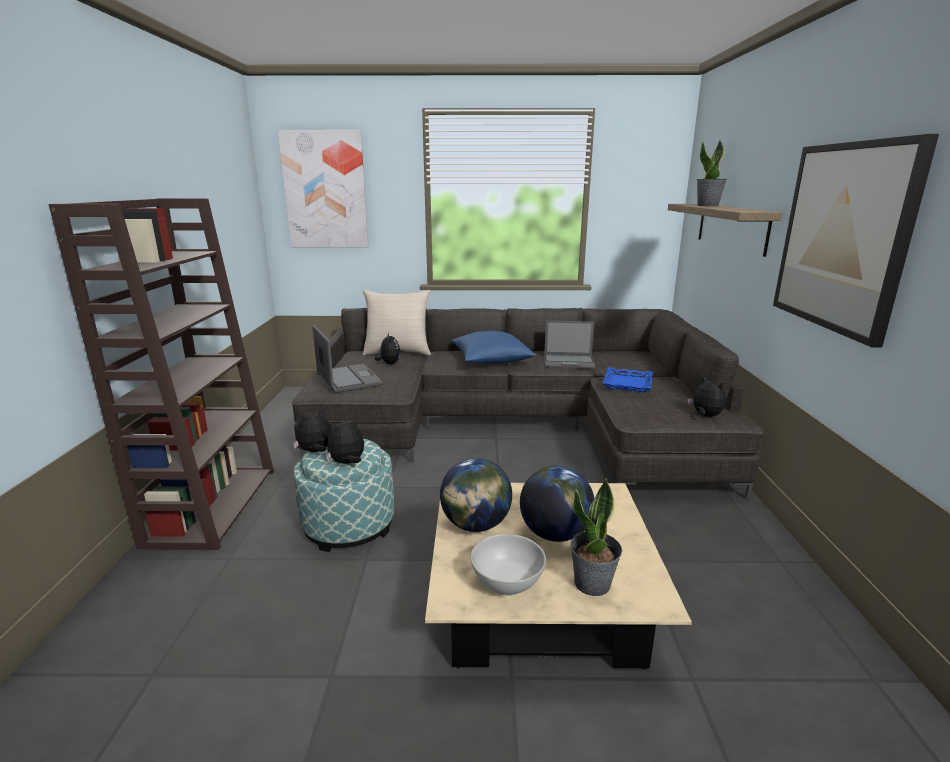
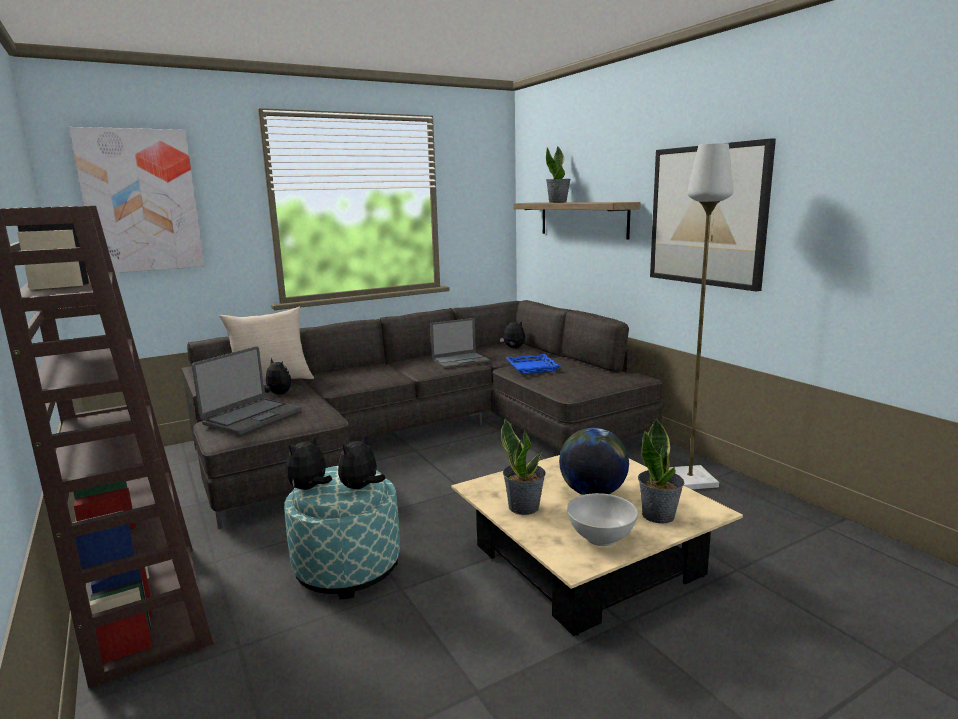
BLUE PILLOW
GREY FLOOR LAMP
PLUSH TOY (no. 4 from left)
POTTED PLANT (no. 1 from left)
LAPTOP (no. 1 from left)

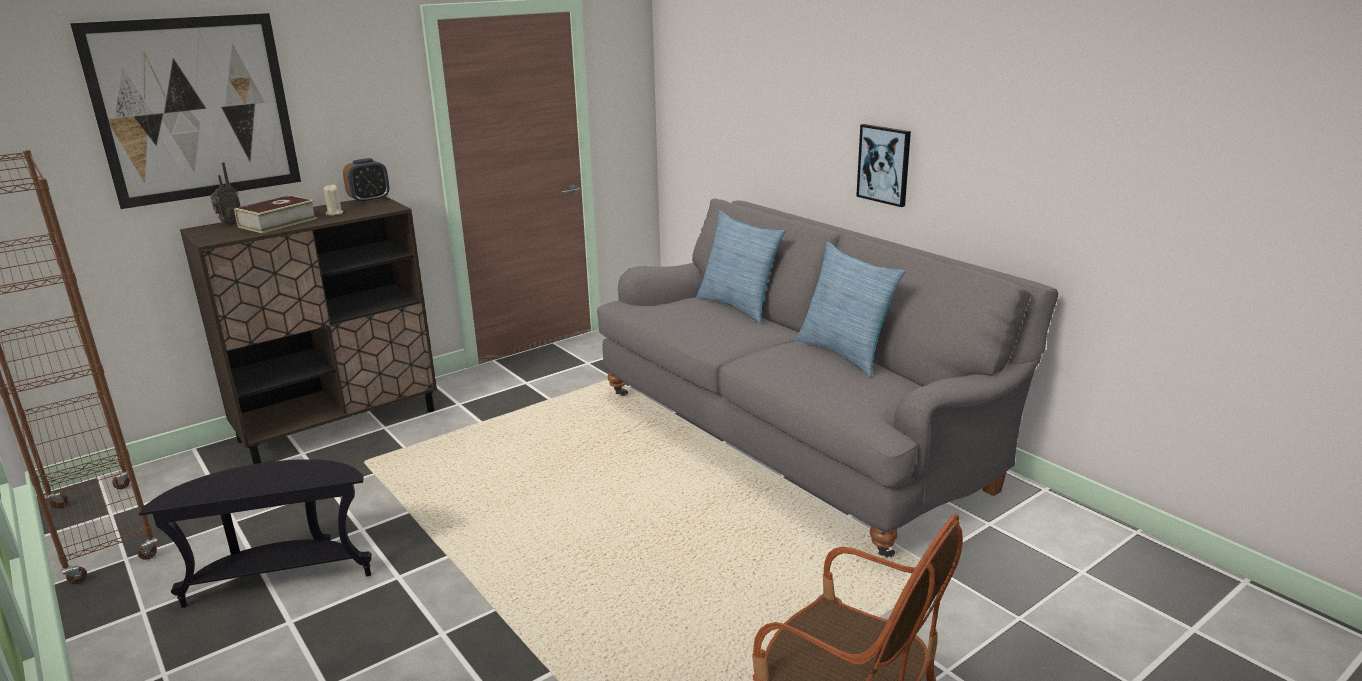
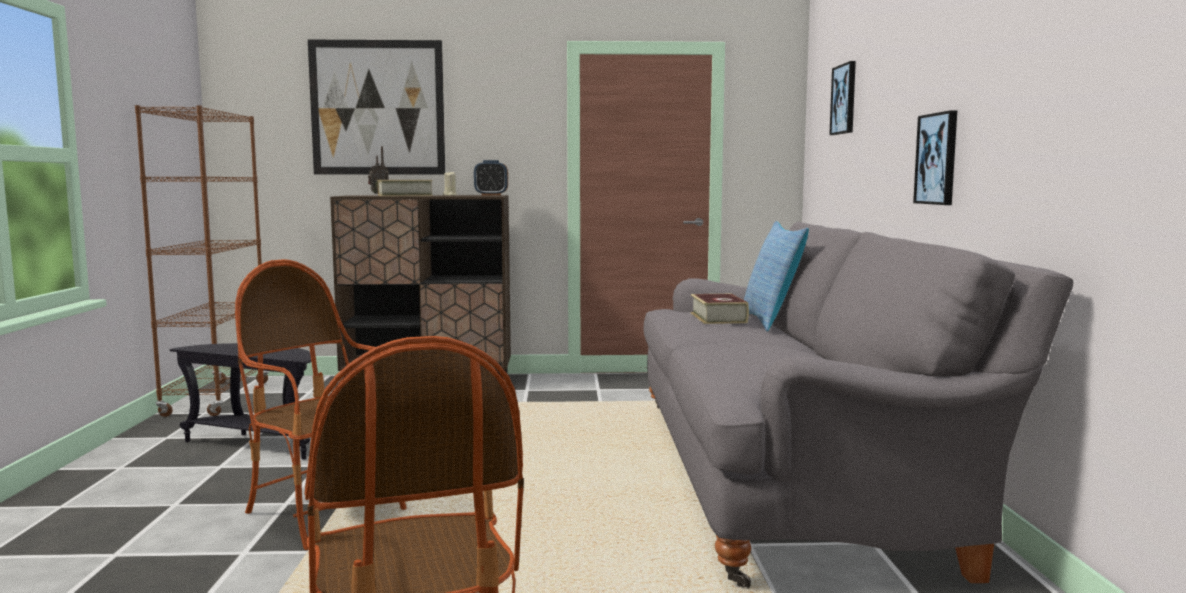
PILLOW (no. 2 from left in the first image)
ARMCHAIR (no. 1 from left)
BOOK (no. 2 from left)
PICTURE (no. 2 from left)

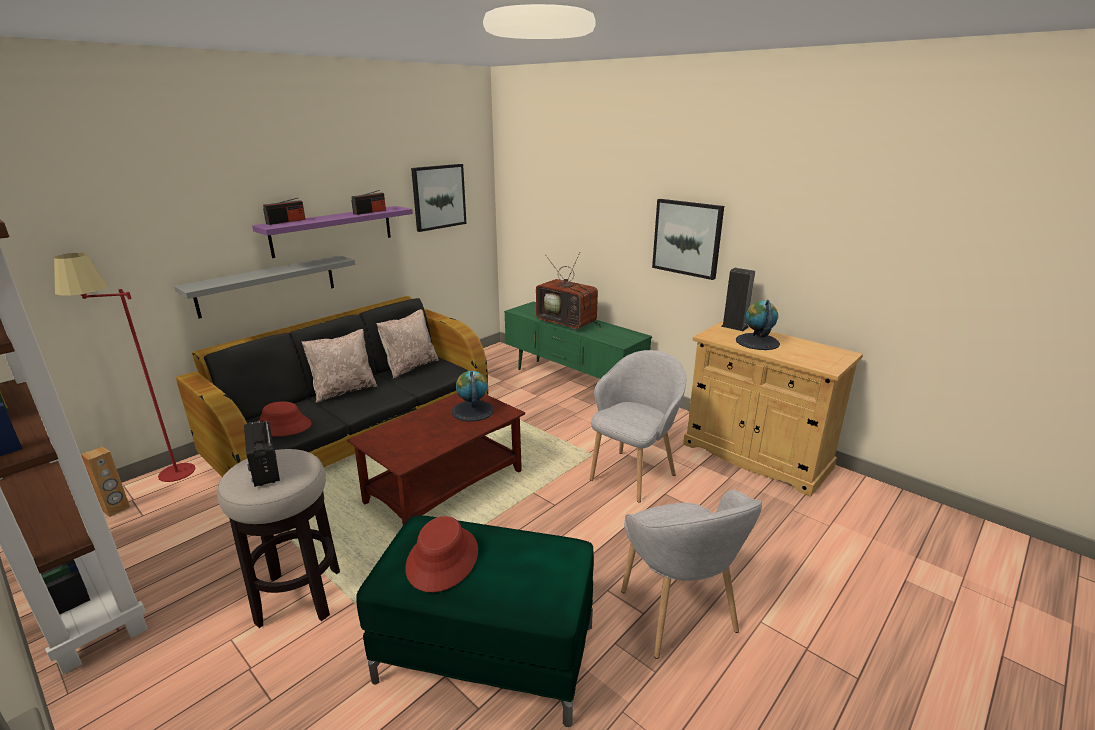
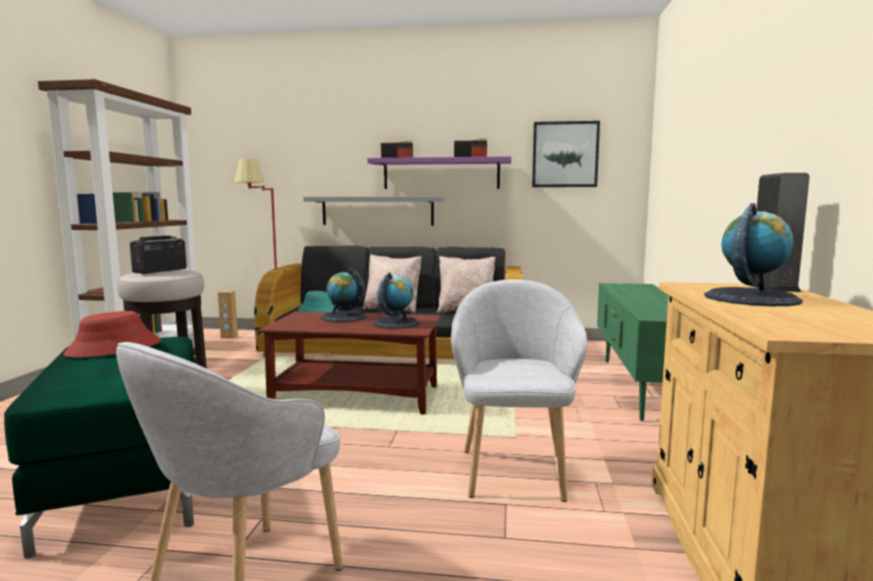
TELEVISION
PICTURE (no. 2 from left in the first image)
GLOBE (no. 1 from left)
TURQUOISE HAT
GREY ARMCHAIR (no. 2 from left)

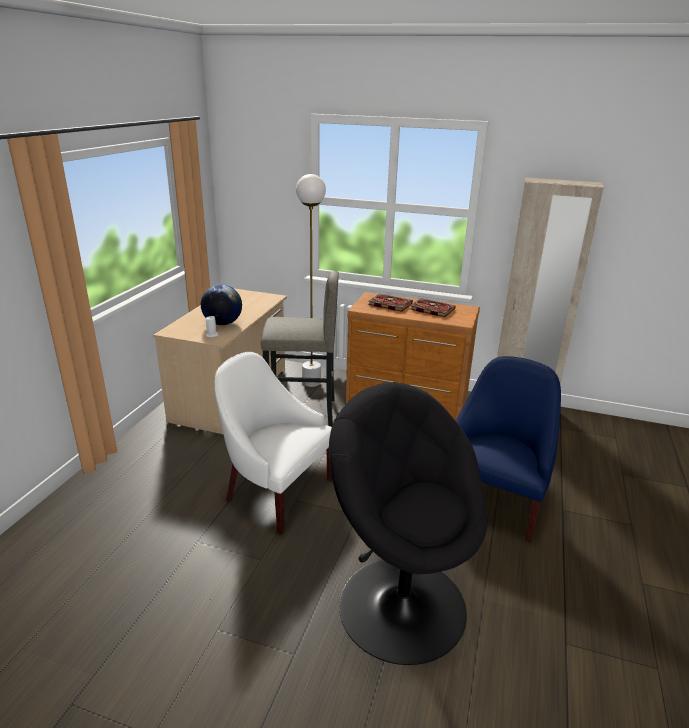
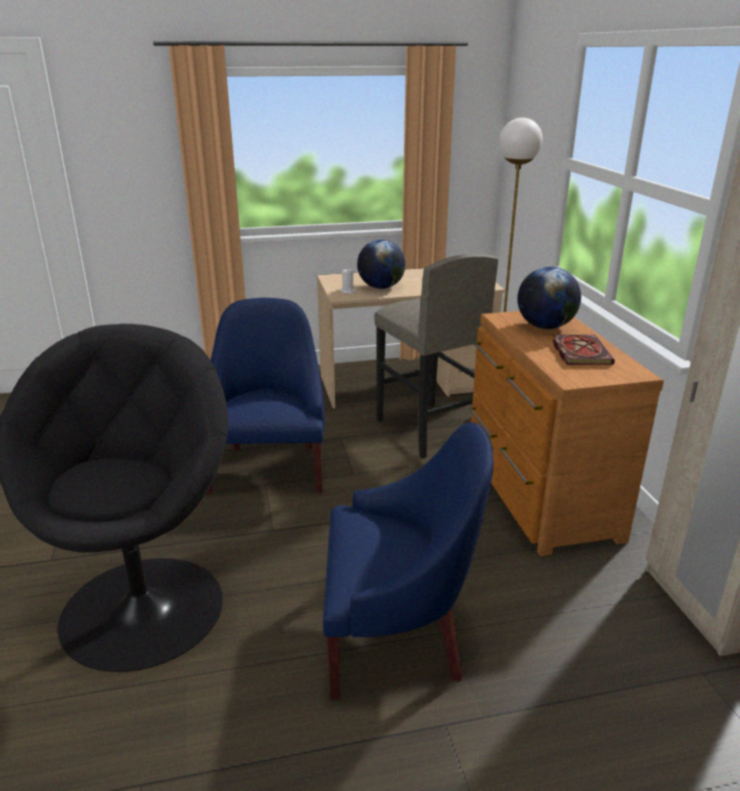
GLOBE (no. 2 from left)
BLUE ARMCHAIR (no. 1 from left)

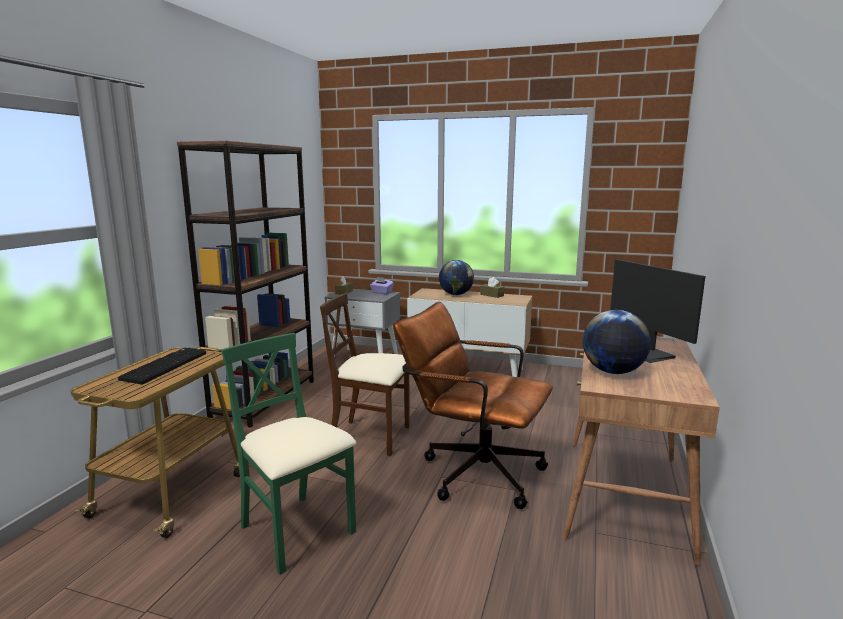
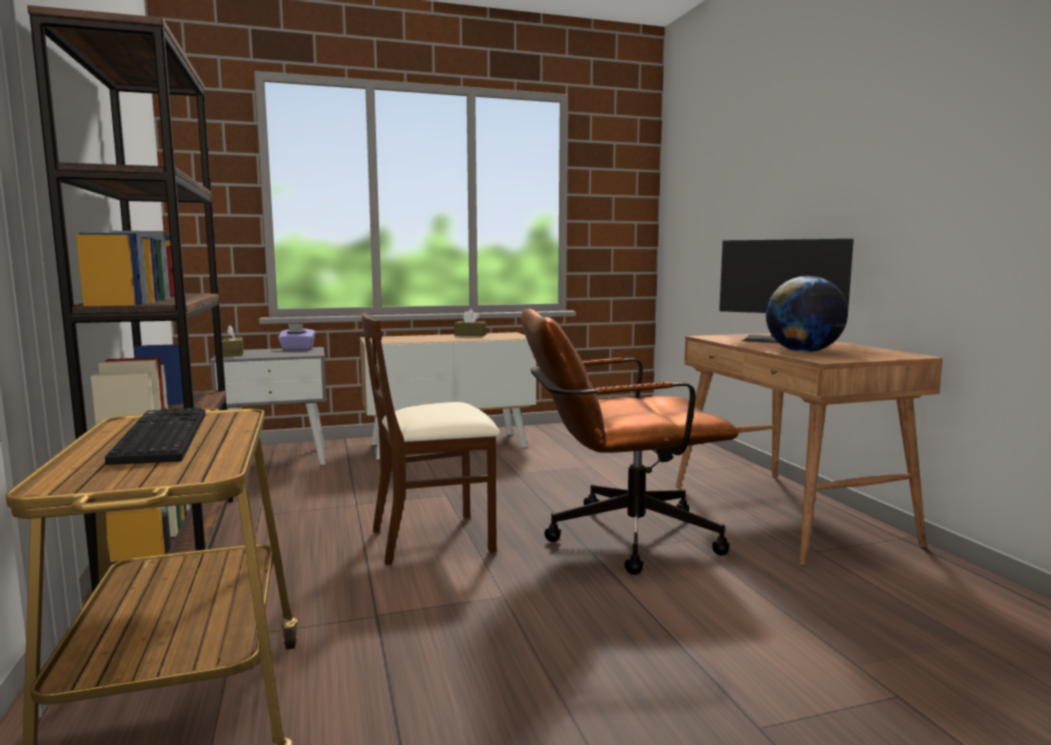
GREEN CHAIR
GLOBE (no. 1 from left in the first image)

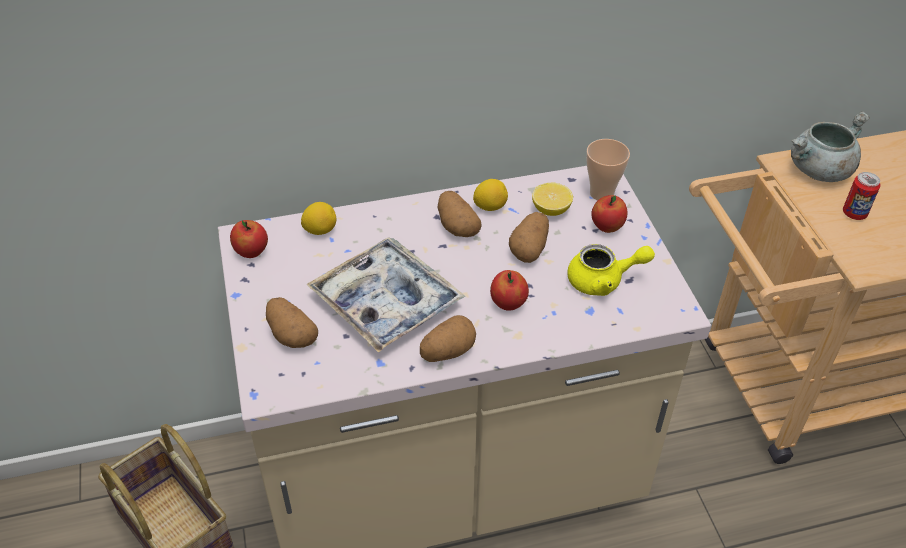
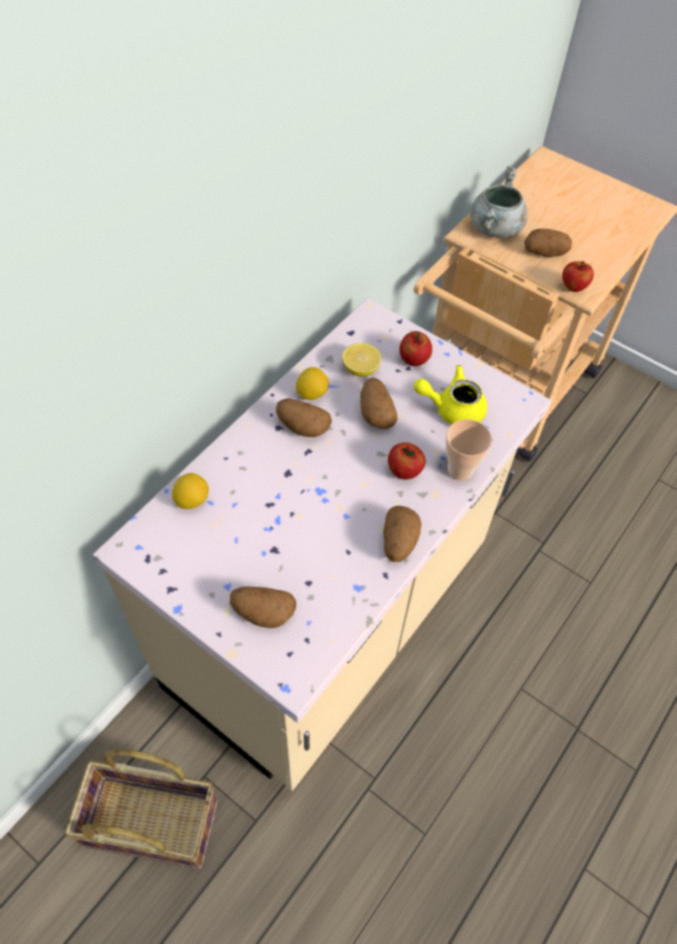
TRAY
APPLE (no. 3 from left)
CUP
POTATO (no. 5 from left)
YELLOW TEAPOT

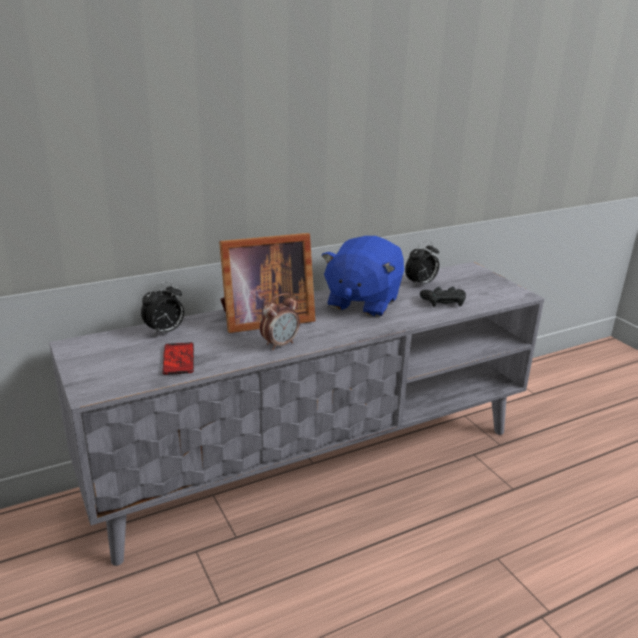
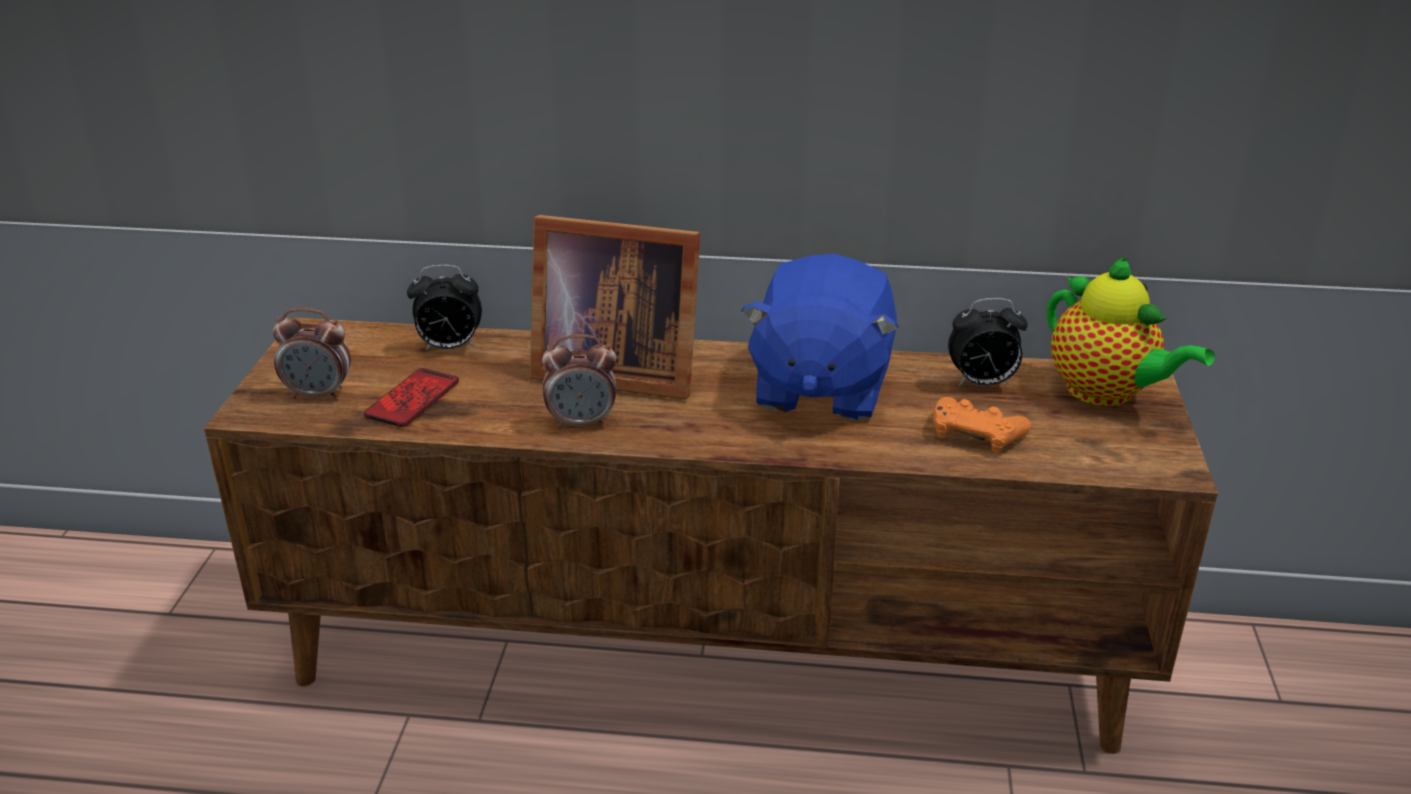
ALARM CLOCK (no. 1 from left)
TEAPOT
BROWN TV STAND
ORANGE GAME CONTROLLER
BLUE PLUSH TOY

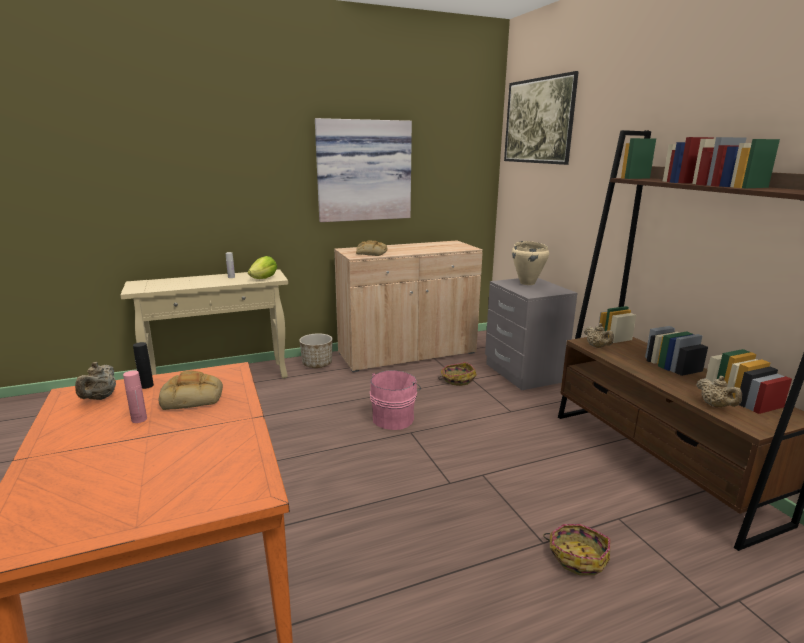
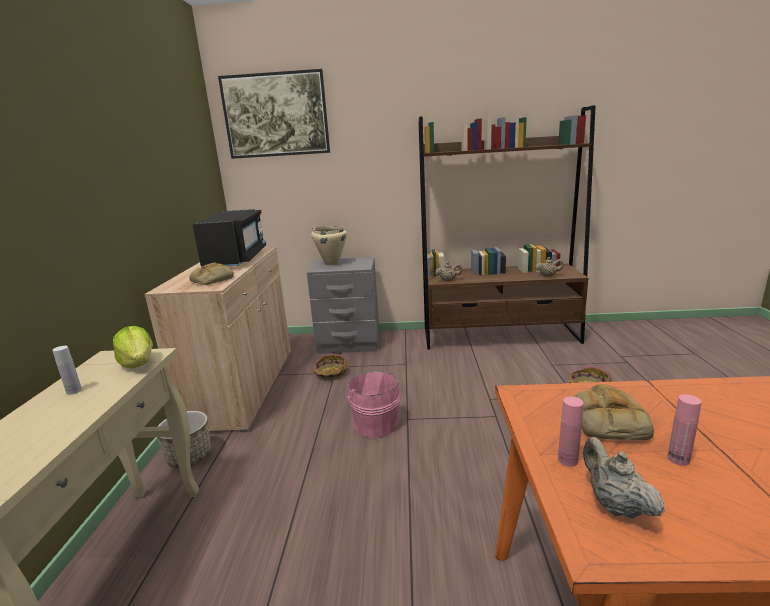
PICTURE (no. 1 from left in the first image)
BLACK MICROWAVE
PINK BOTTLE (no. 1 from left)
BEIGE TEAPOT (no. 3 from left)

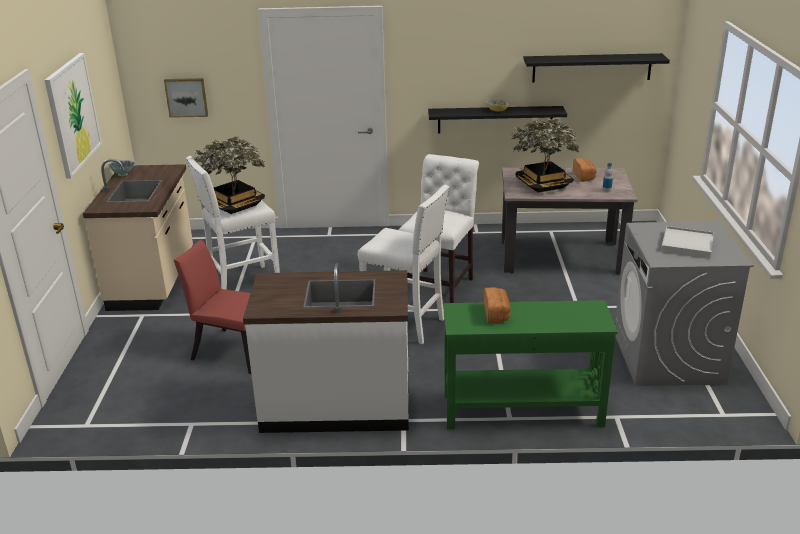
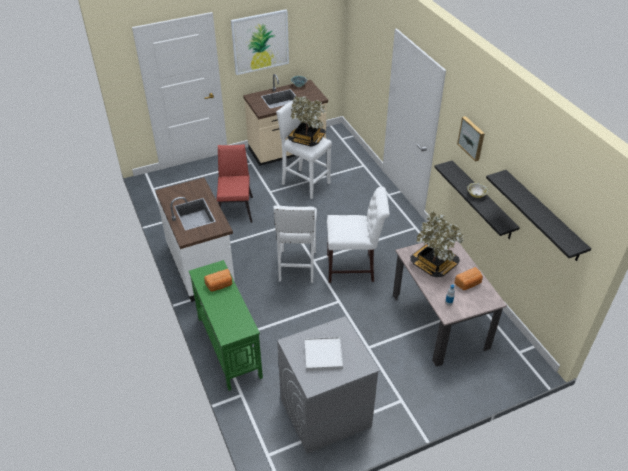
PICTURE (no. 2 from left)

